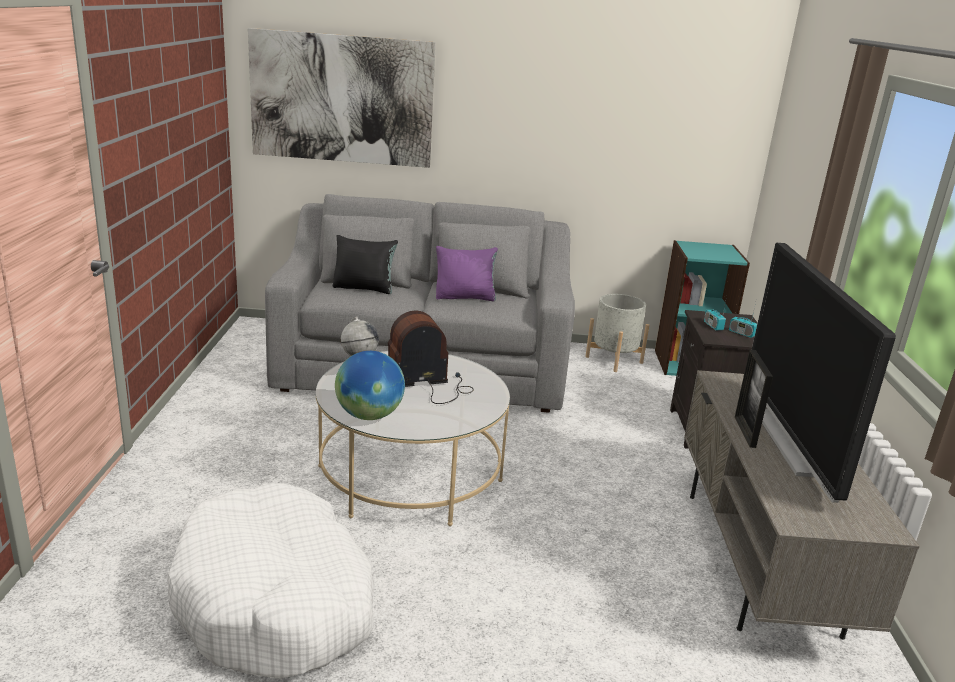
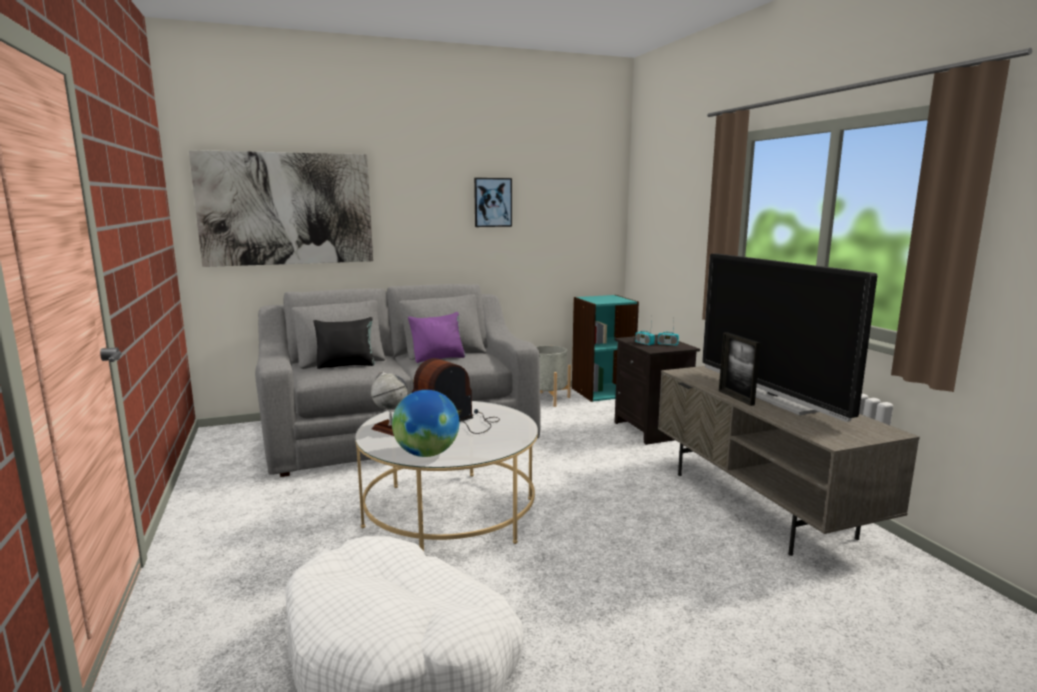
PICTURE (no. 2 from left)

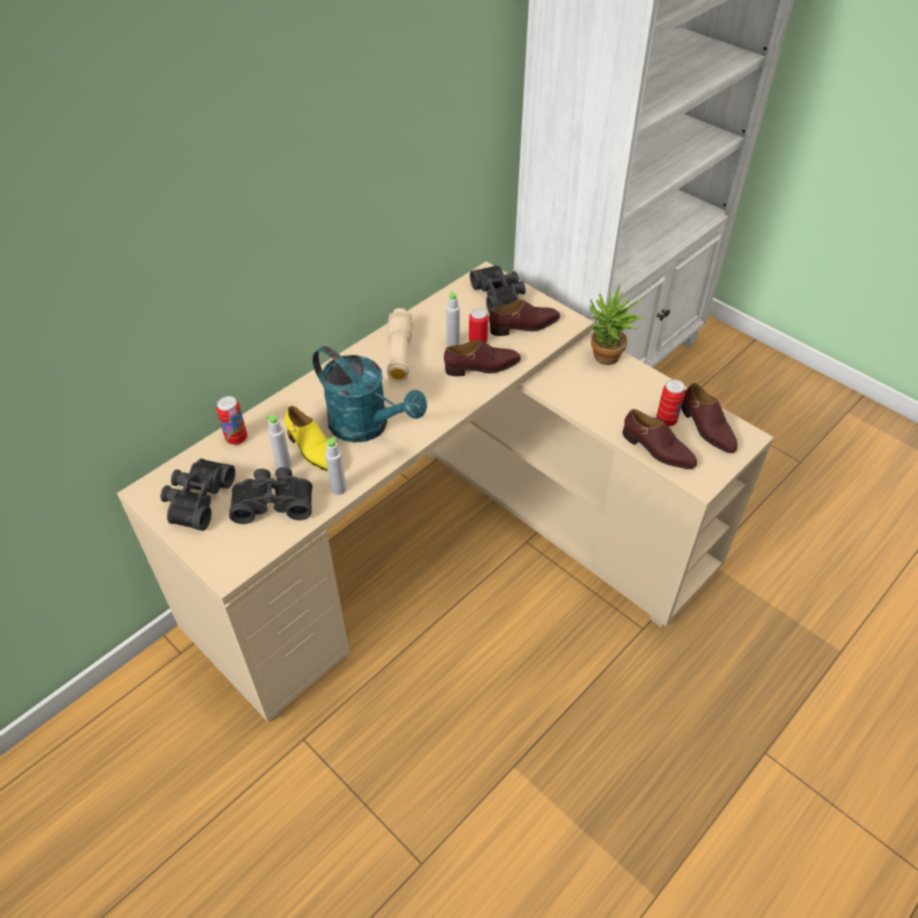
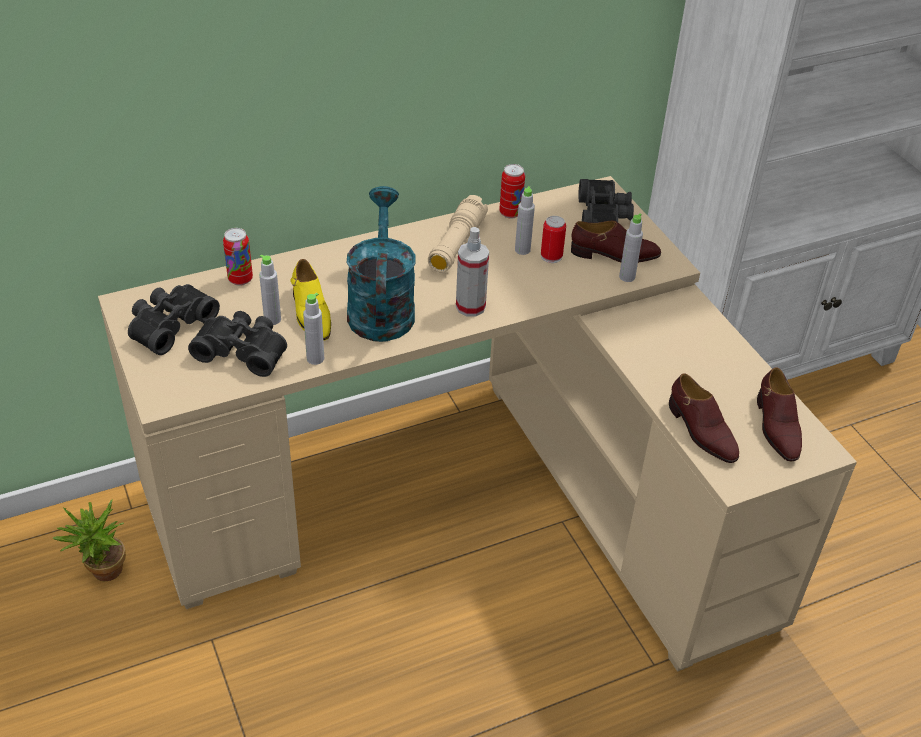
BROWN SHOE (no. 1 from left in the first image)
SPRAY BOTTLE
GREY BOTTLE (no. 4 from left)
POTTED PLANT
CAN (no. 2 from left)
TURQUOISE WATERING CAN

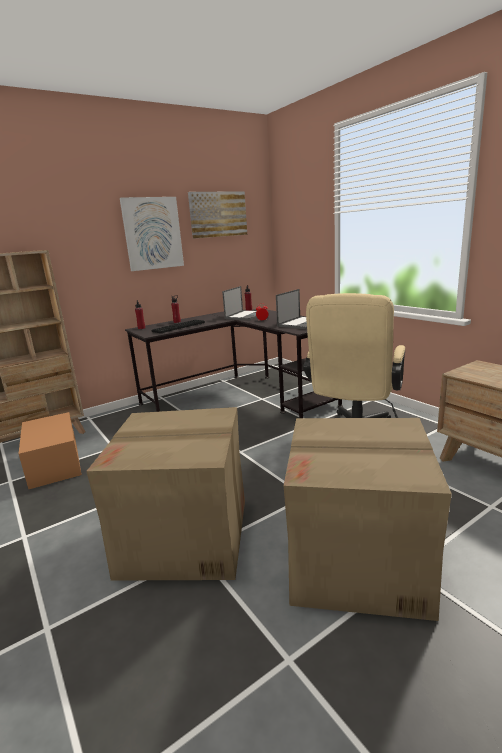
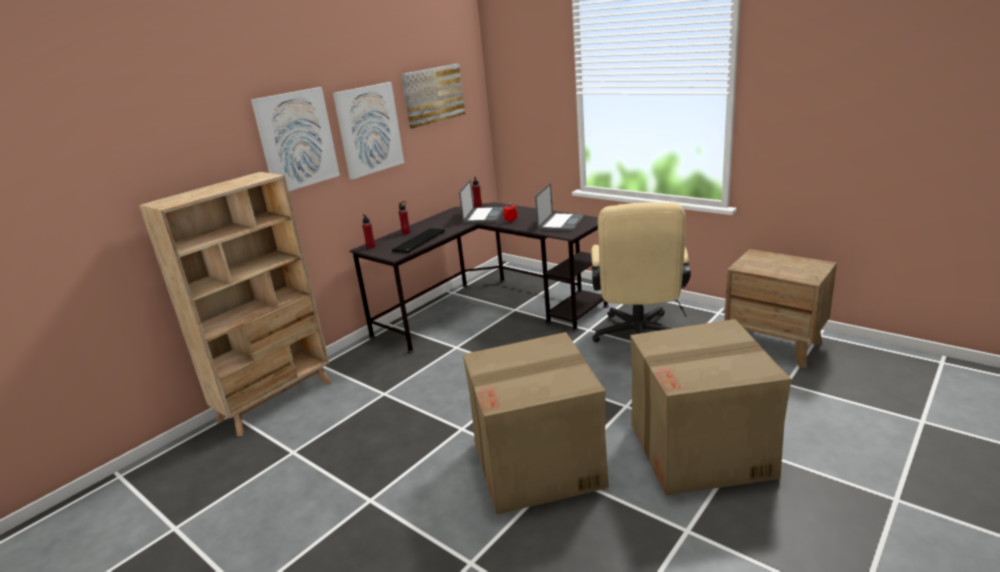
CARDBOARD BOX (no. 1 from left in the first image)
PICTURE (no. 1 from left)

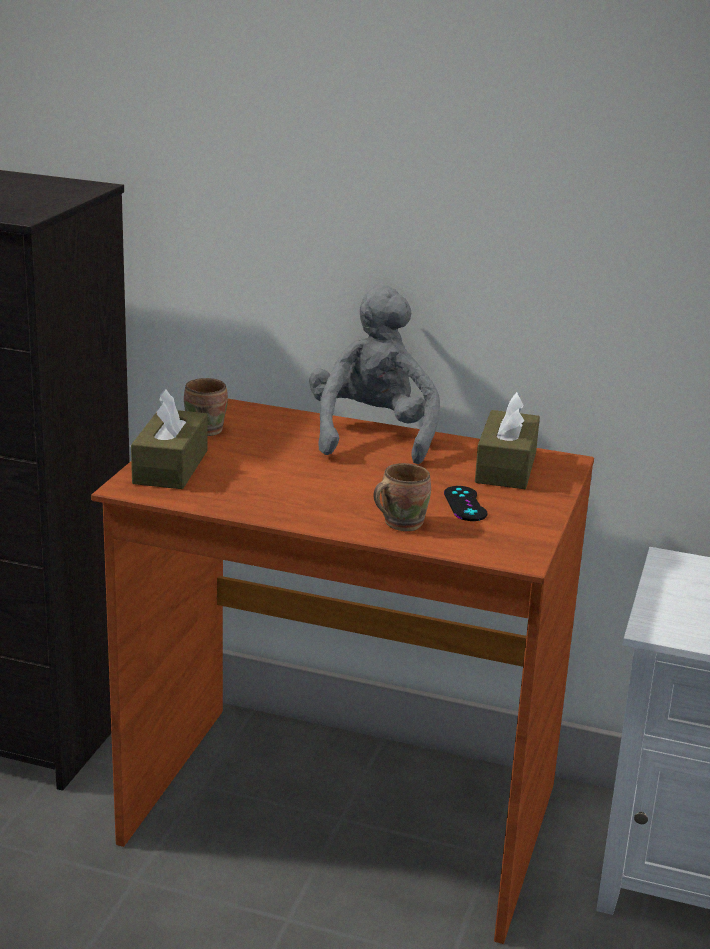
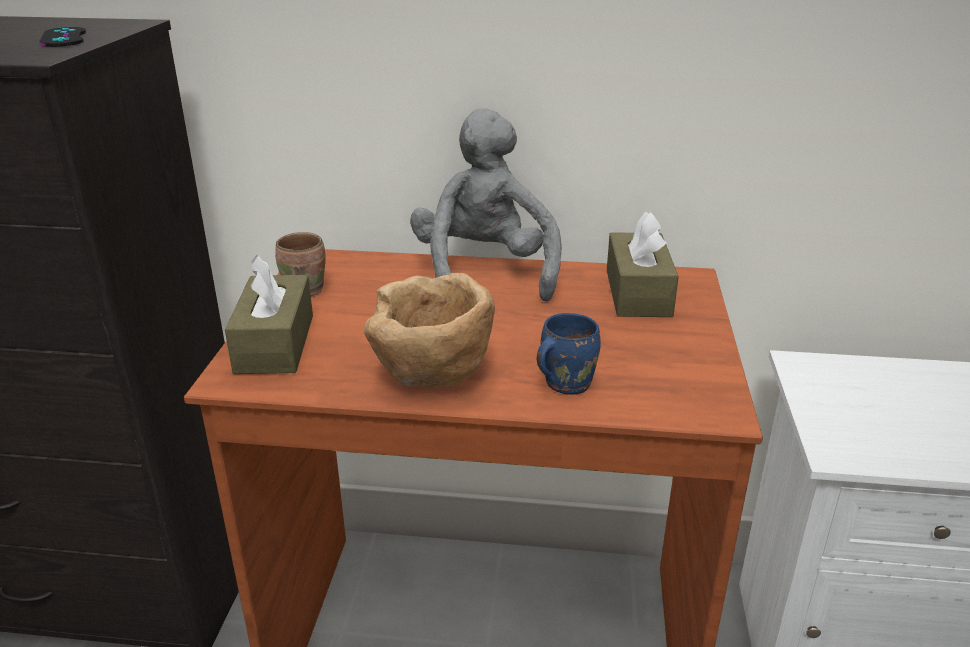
BROWN BOWL
BLACK GAME CONTROLLER
BLUE MUG

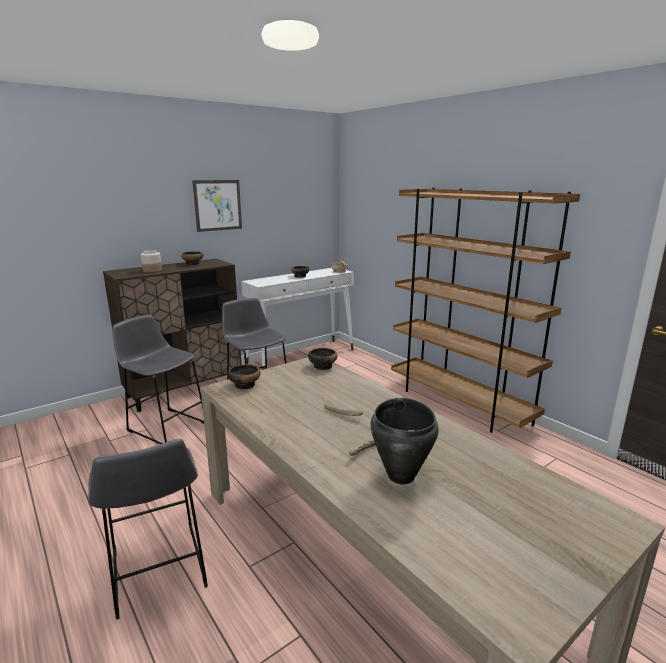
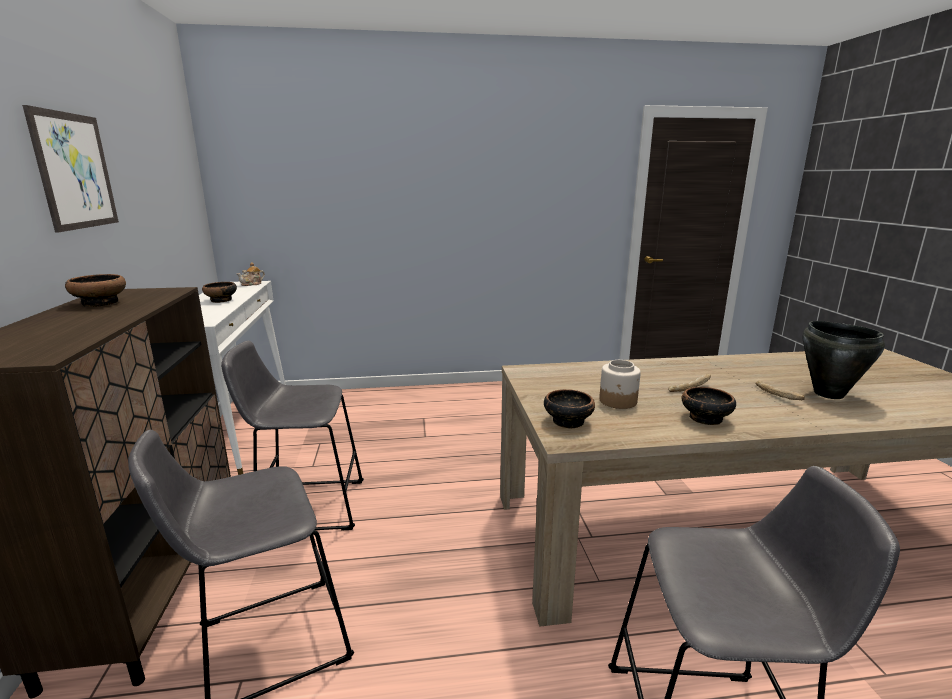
BROWN BOOKCASE
JAR
BOWL (no. 4 from left)

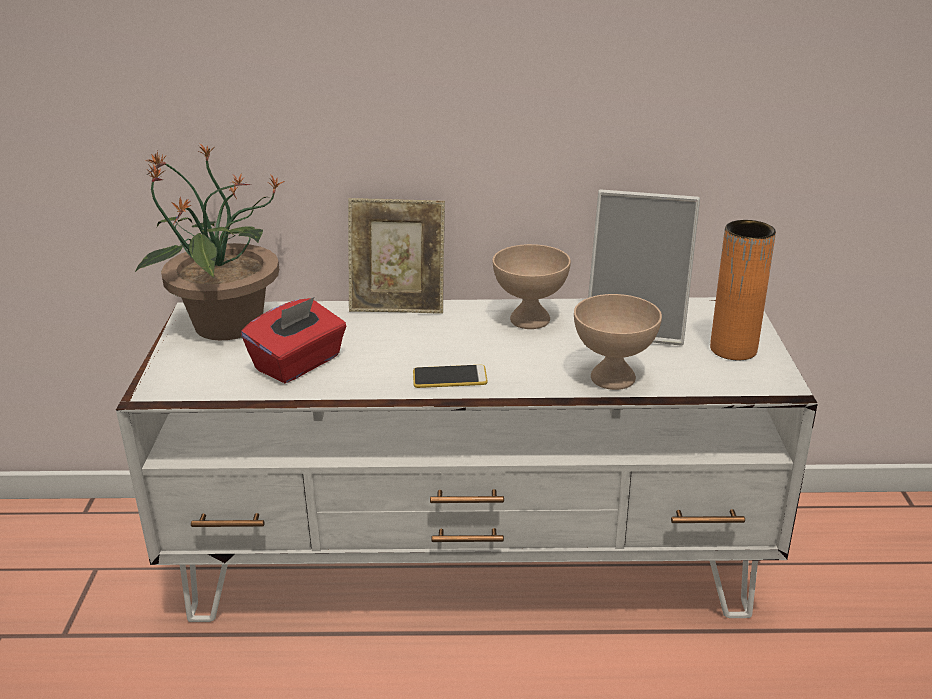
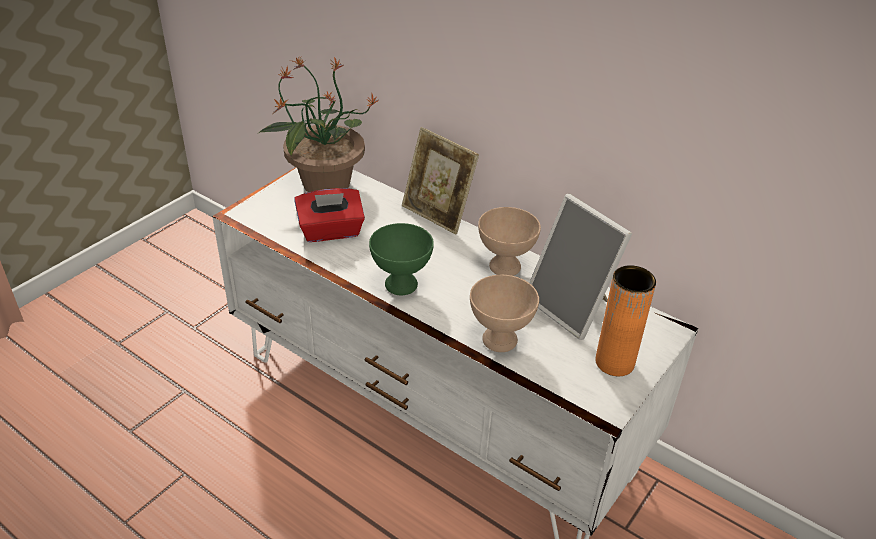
GREEN BOWL

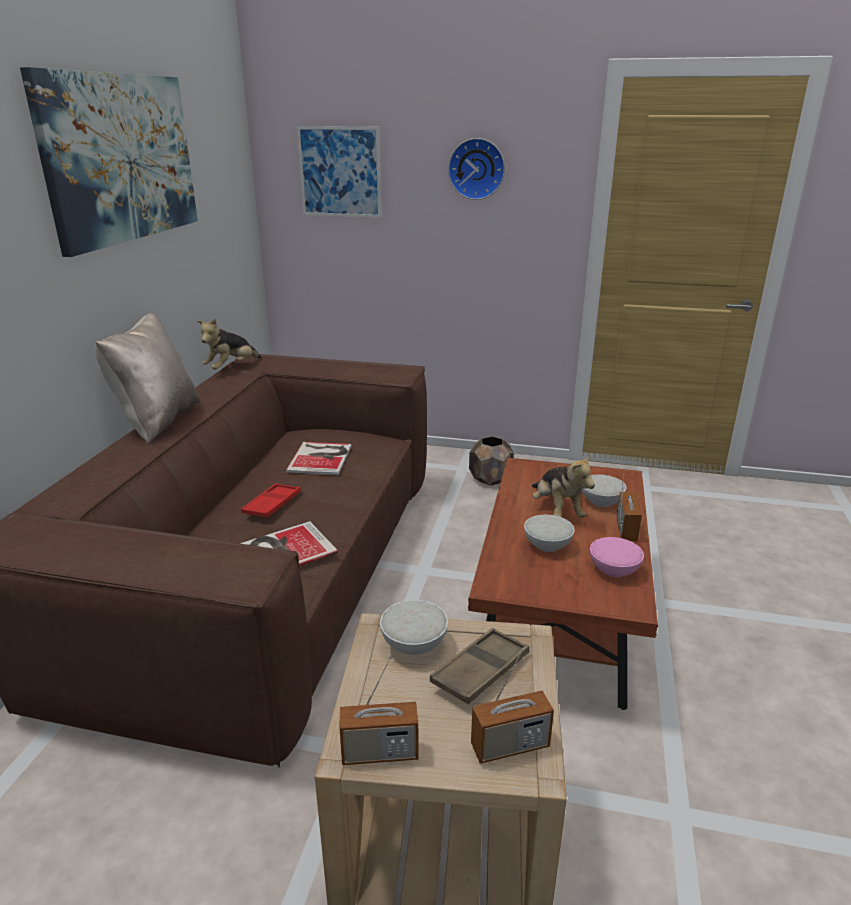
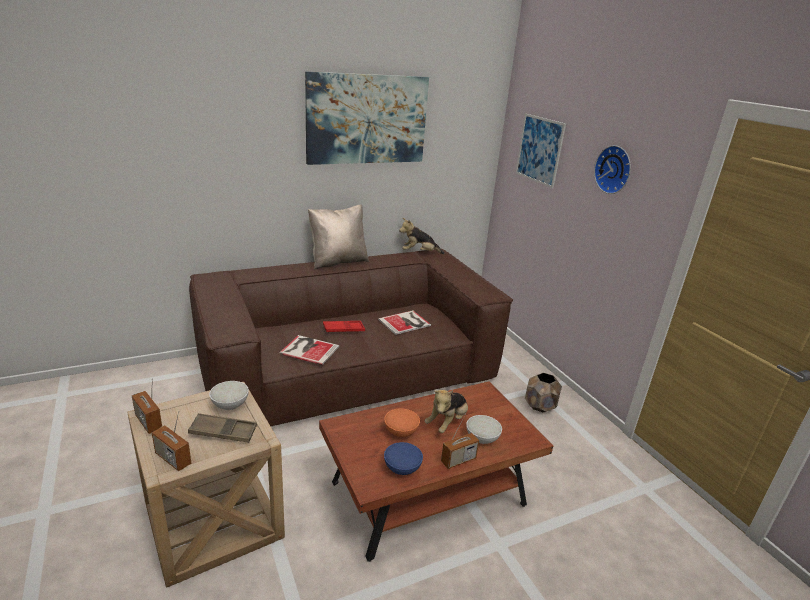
ORANGE BOWL
BLUE BOWL

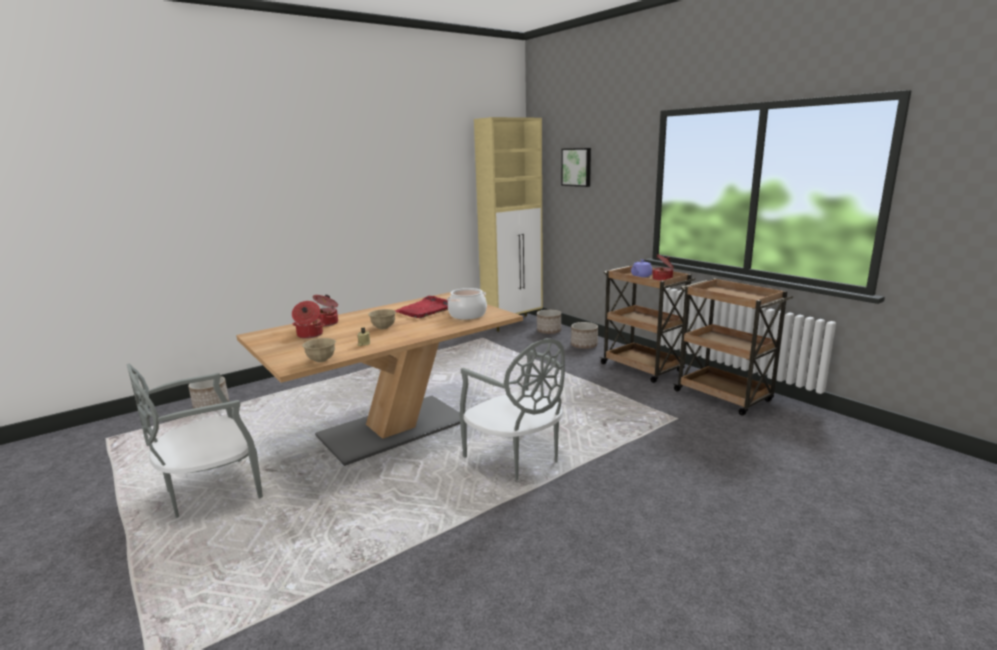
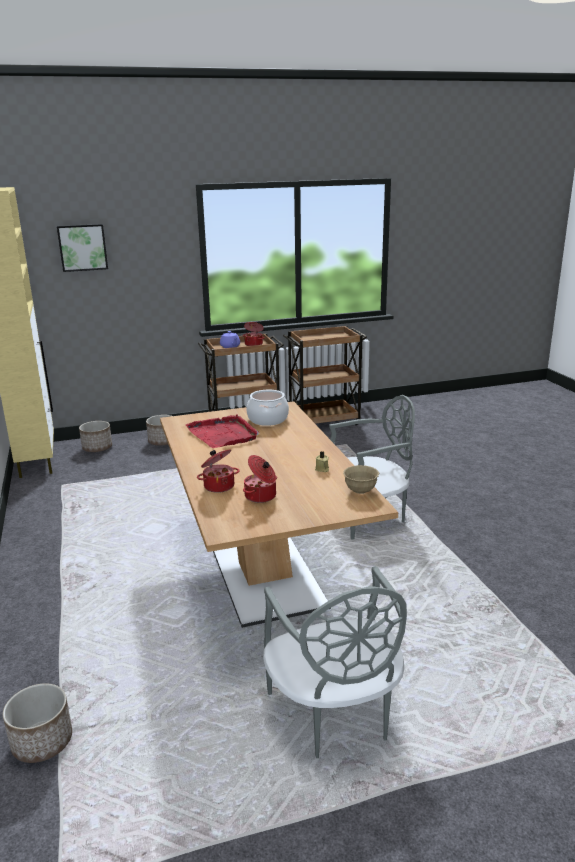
BEIGE BOWL (no. 2 from left in the first image)

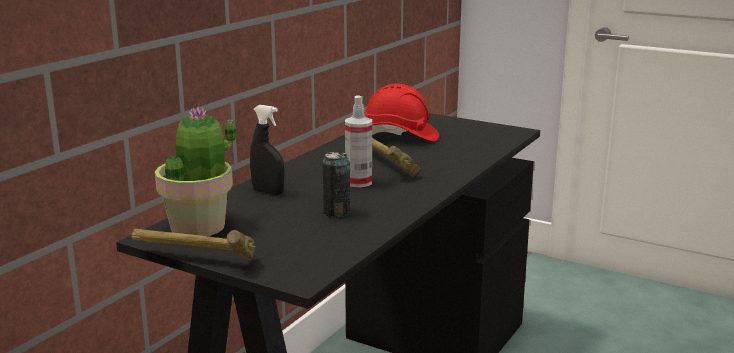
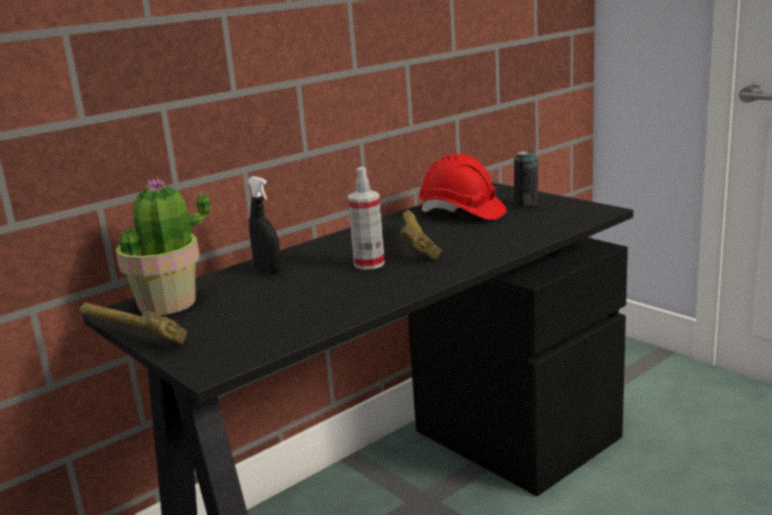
CAN

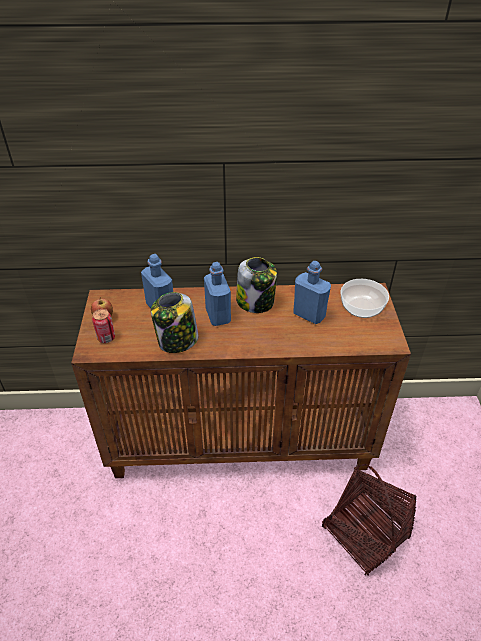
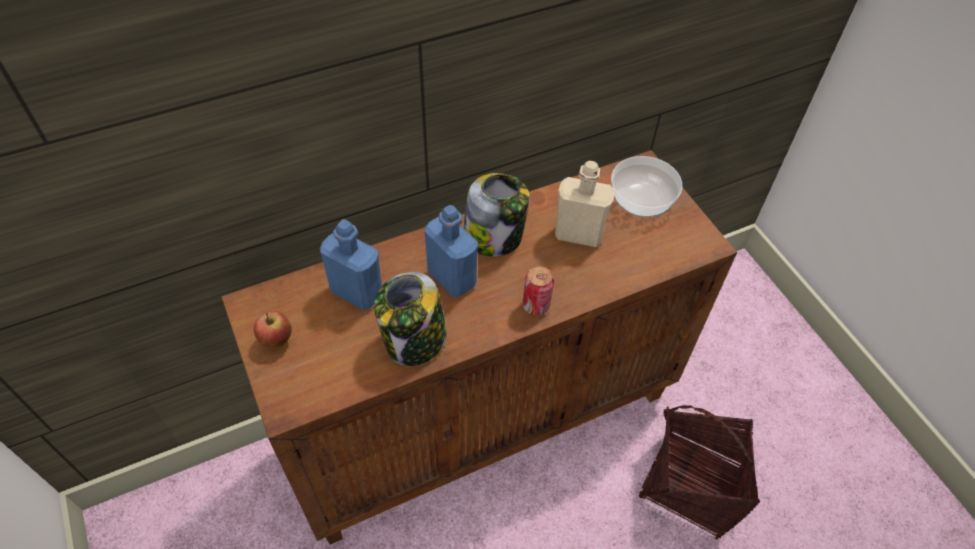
CAN
BEIGE BOTTLE

